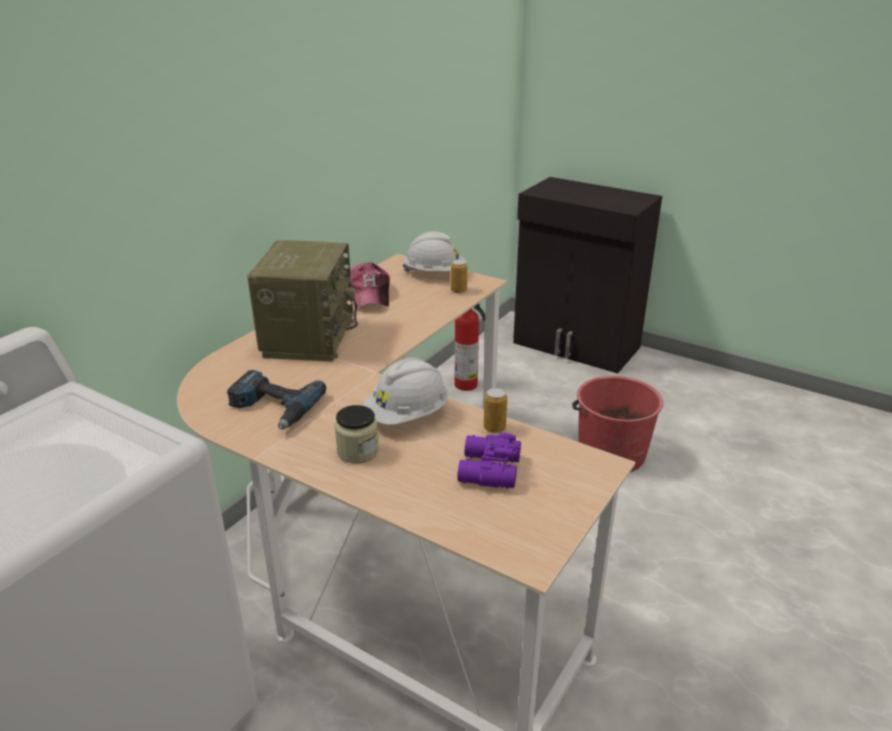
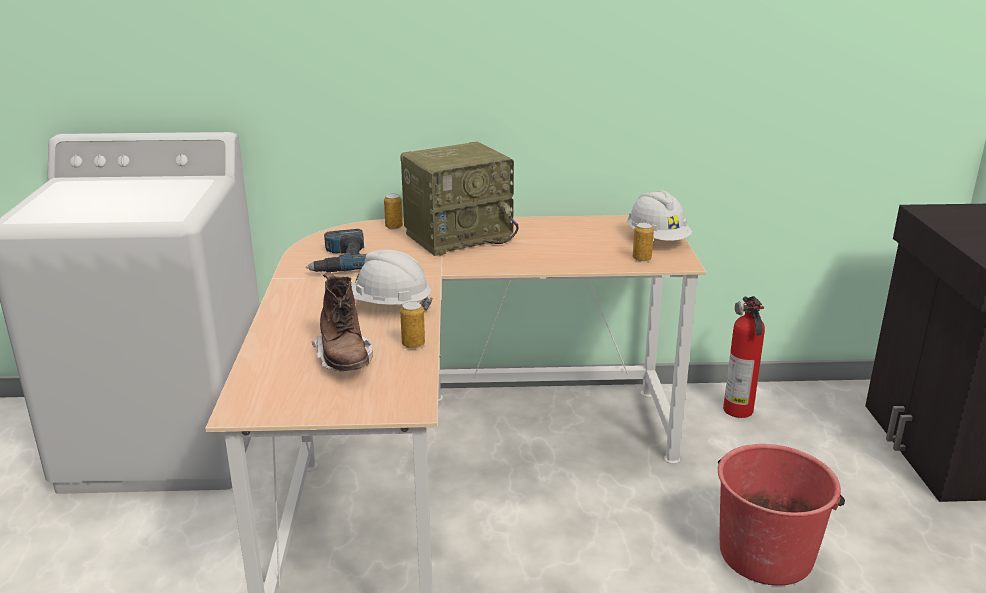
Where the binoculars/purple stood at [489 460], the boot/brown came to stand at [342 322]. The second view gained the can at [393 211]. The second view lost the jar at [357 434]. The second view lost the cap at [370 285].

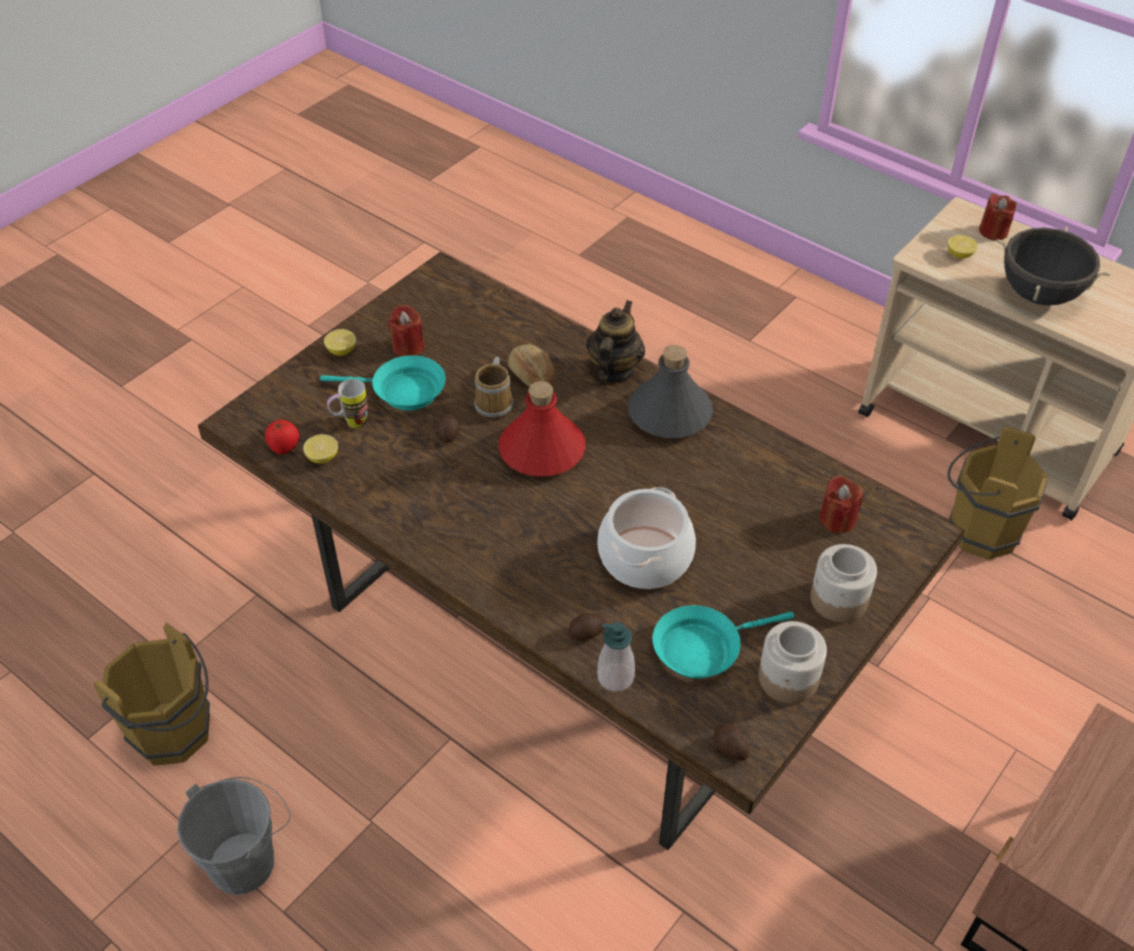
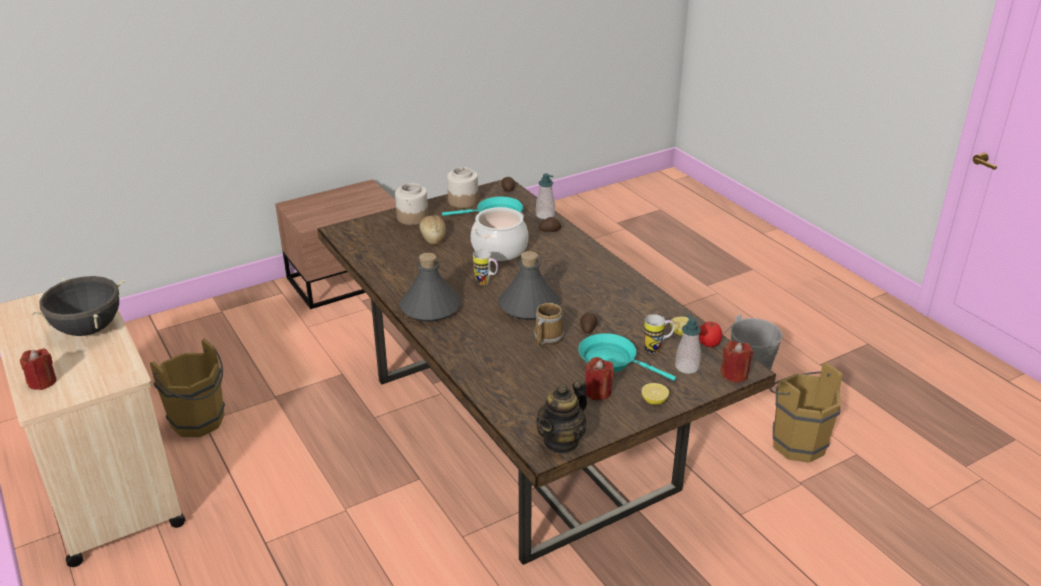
The bread ended up elsewhere, having gone from [532 365] to [432 230]. The second view gained the mug at [485 267]. What was the bottle/red at [542 428] turned into the bottle/grey at [529 285]. The teapot ended up elsewhere, having gone from [615 341] to [561 417]. The second view gained the soap dispenser at [688 344]. The candle/red ended up elsewhere, having gone from [841 504] to [736 362]. The second view lost the lemon at [962 247].

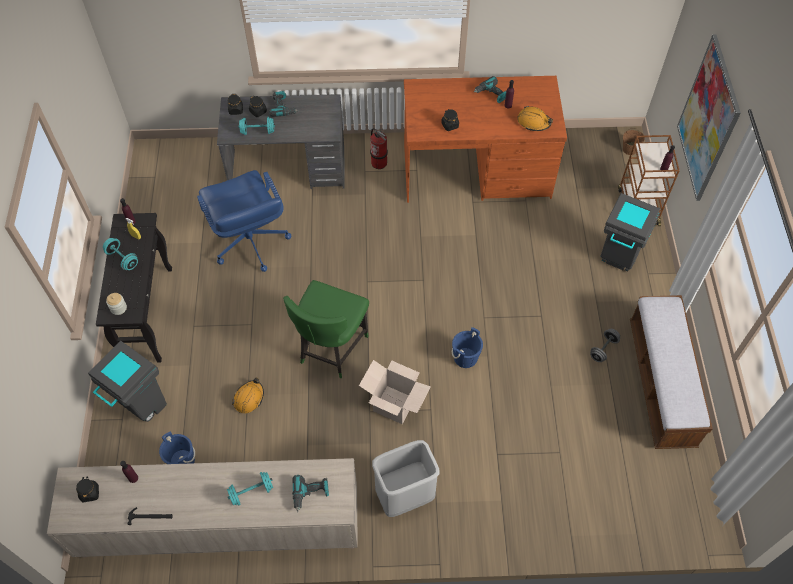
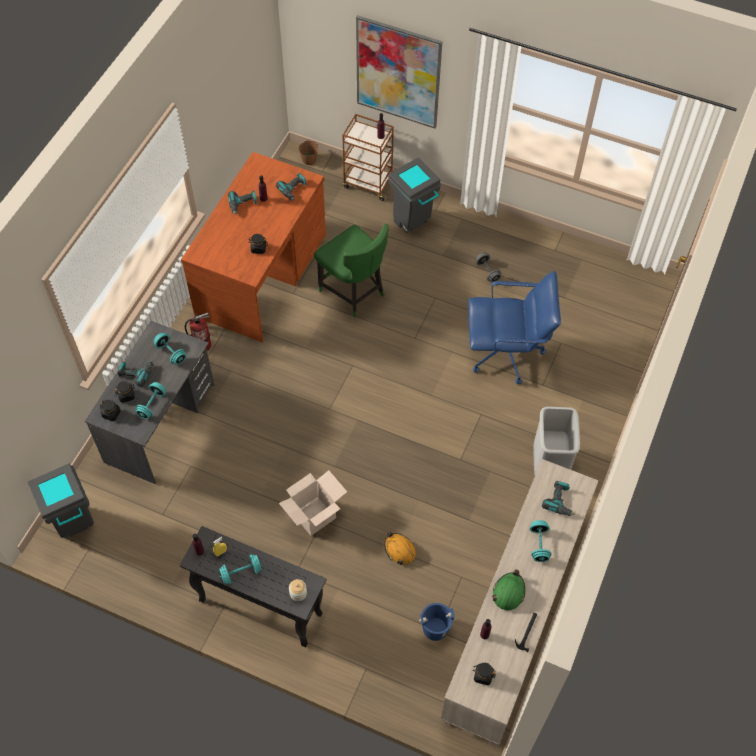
The trash can/grey ended up elsewhere, having gone from [127 381] to [61 500]. The second view gained the dumbbell/turquoise at [170 349]. Where the hard hat/orange stood at [535 118], the power drill came to stand at [291 187]. The cardboard box ended up elsewhere, having gone from [395 392] to [313 503]. The chair/green ended up elsewhere, having gone from [326 329] to [351 270]. The office chair/blue ended up elsewhere, having gone from [244 221] to [514 327]. The second view gained the hard hat/green at [508 589]. The second view lost the bucket/blue at [467 347]. The second view lost the bench at [671 372].

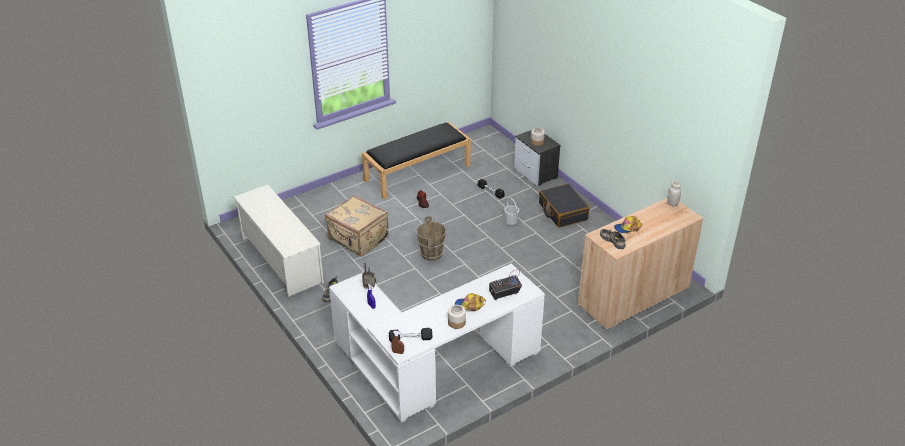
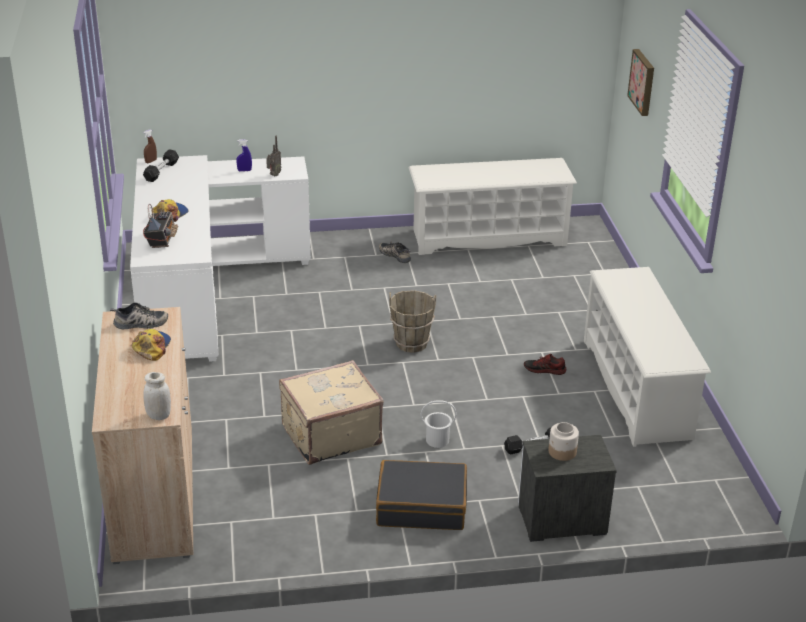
The suitcase/beige ended up elsewhere, having gone from [357 225] to [331 412]. Where the bench/black stood at [416 160], the shoe rack/white came to stand at [647 357]. The second view gained the picture at [640 82]. The second view lost the jar at [457 317].

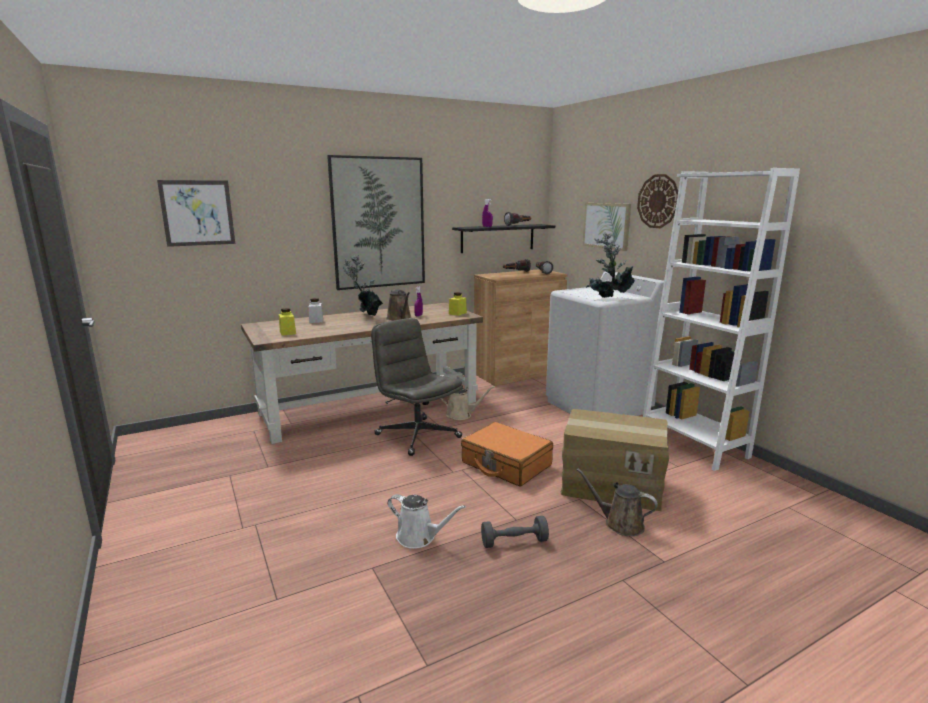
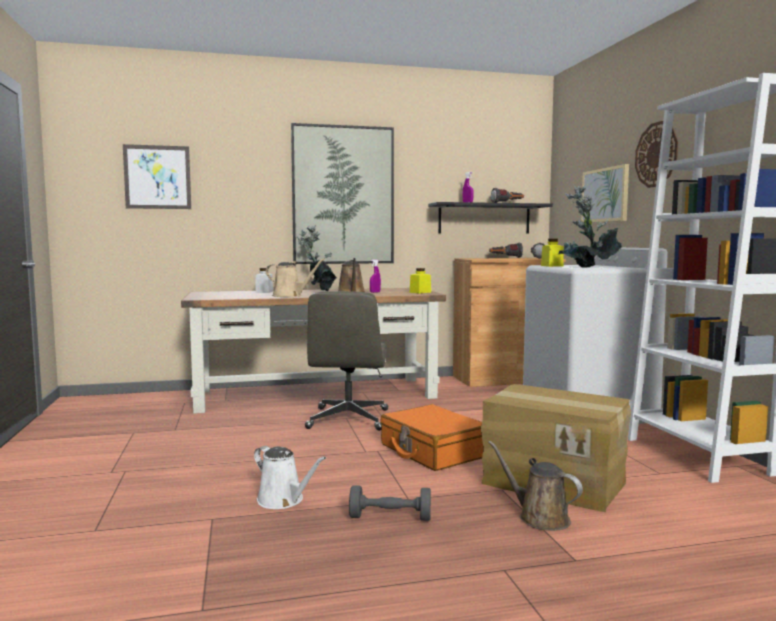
The watering can/beige ended up elsewhere, having gone from [467 403] to [295 277]. The office chair/grey at [417 387] ended up facing another way, 150 degrees counterclockwise from before. The jar/yellow ended up elsewhere, having gone from [287 322] to [552 253].

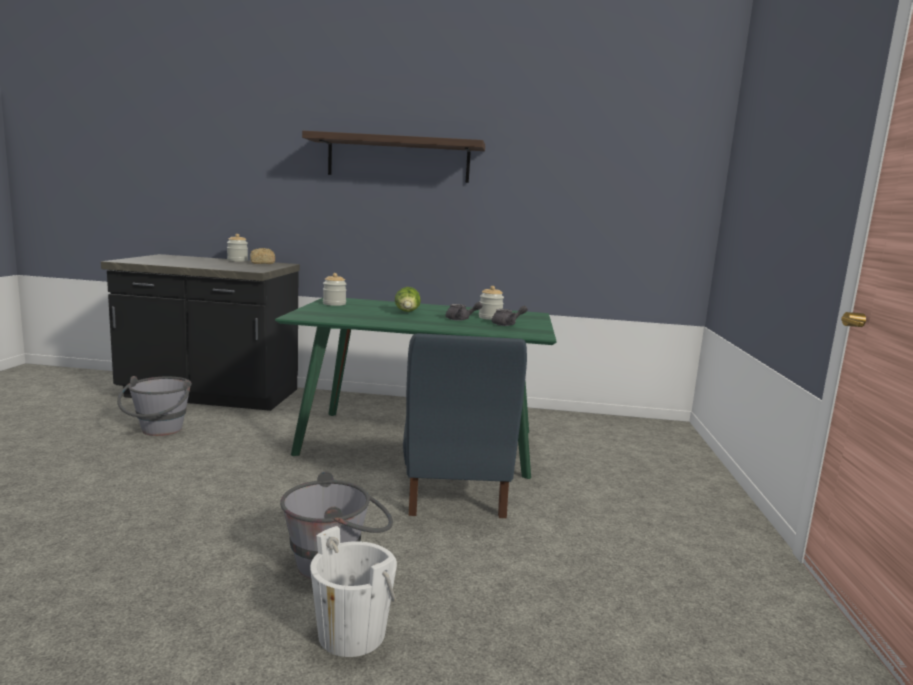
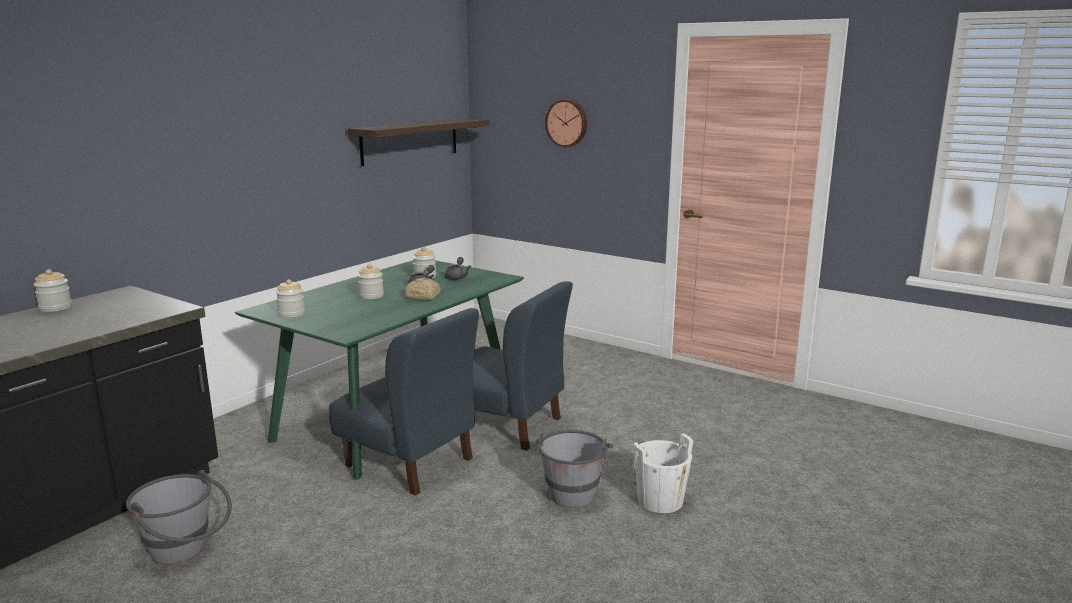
The second view gained the chair/blue at [404 402]. The shelf ended up elsewhere, having gone from [393 157] to [419 142]. Where the lettuce stood at [408 299], the jar came to stand at [371 281]. The bread ended up elsewhere, having gone from [262 256] to [423 289]. The second view gained the wall clock at [566 123].

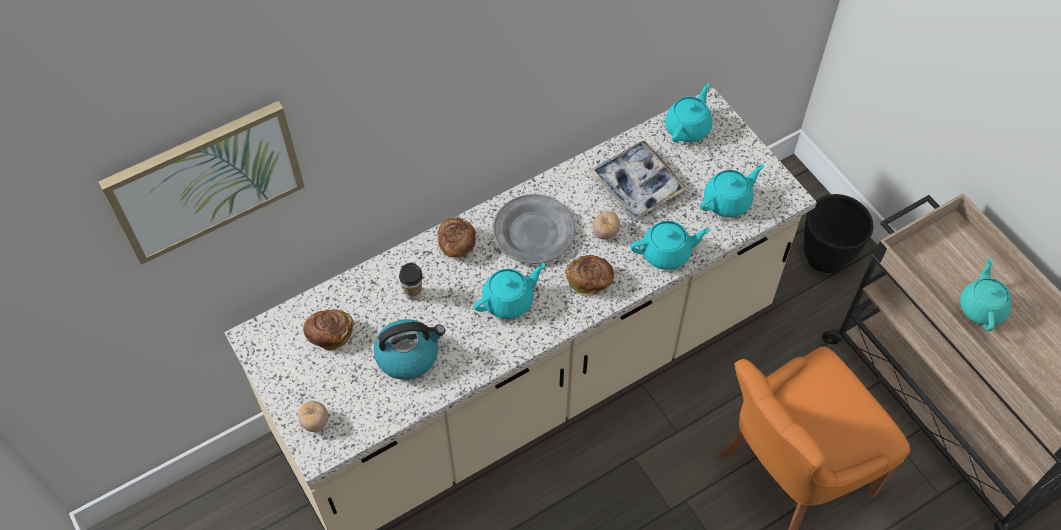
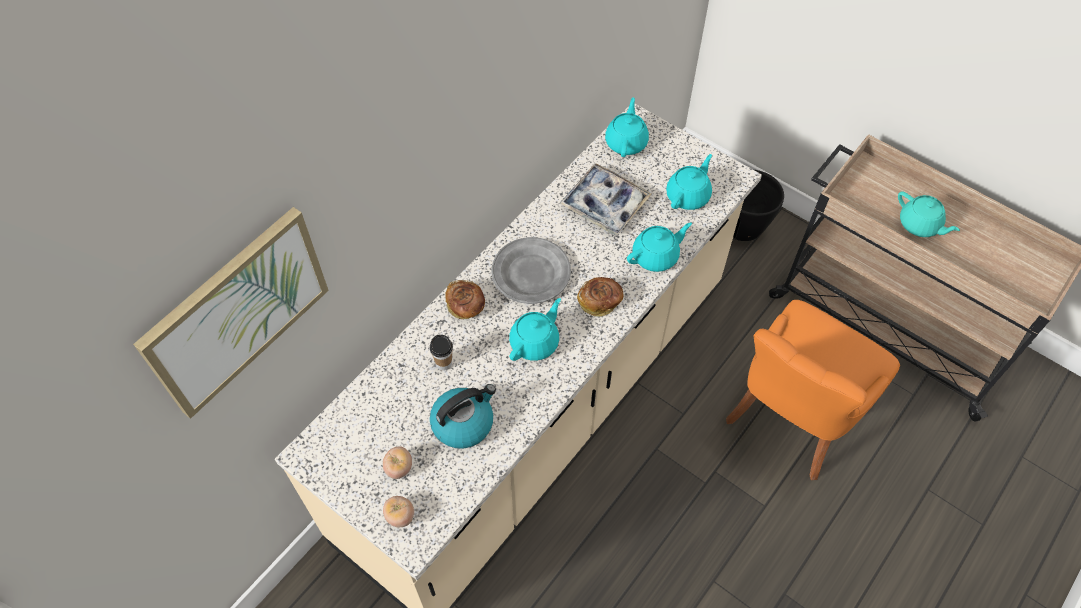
The tomato ended up elsewhere, having gone from [606 225] to [397 462]. The teapot/turquoise at [985 294] ended up facing another way, 150 degrees clockwise from before. The second view lost the bread at [328 330].

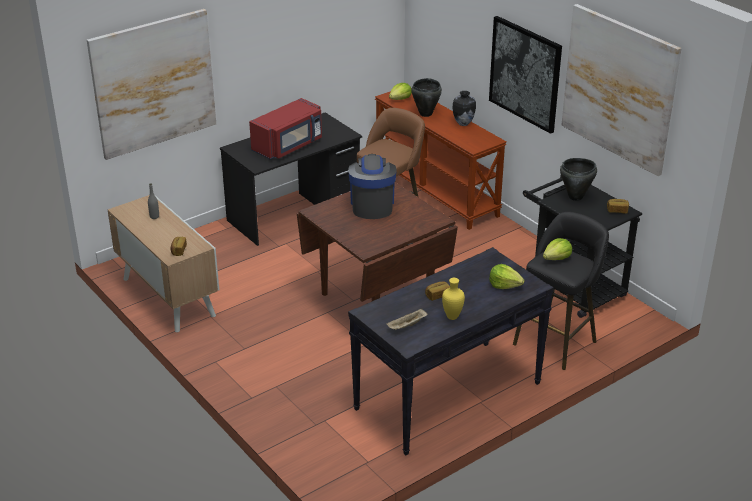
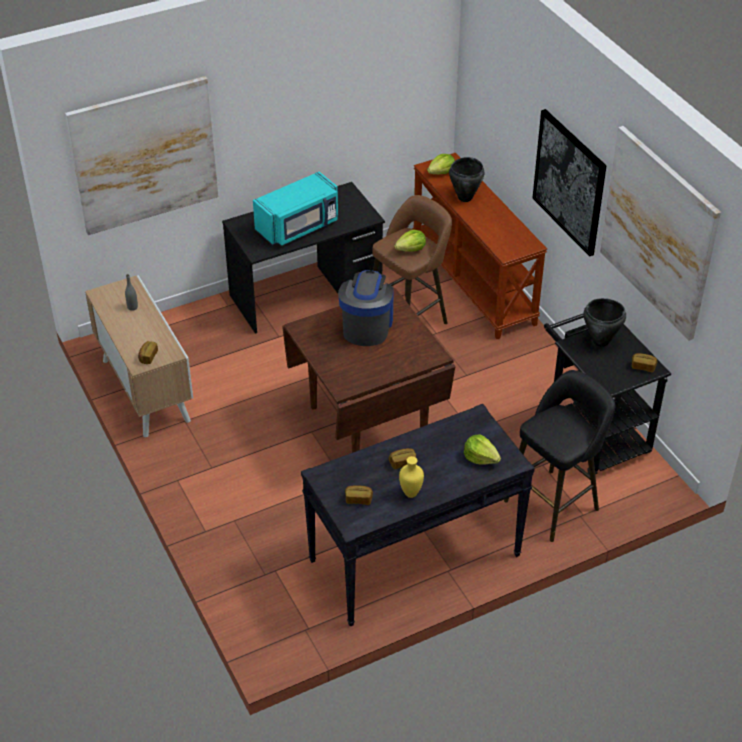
What was the microwave/red at [285 129] turned into the microwave/turquoise at [295 208]. Where the tray/beige stood at [407 319], the bread came to stand at [359 495]. The lettuce ended up elsewhere, having gone from [557 249] to [410 241]. The second view lost the vase at [464 108].

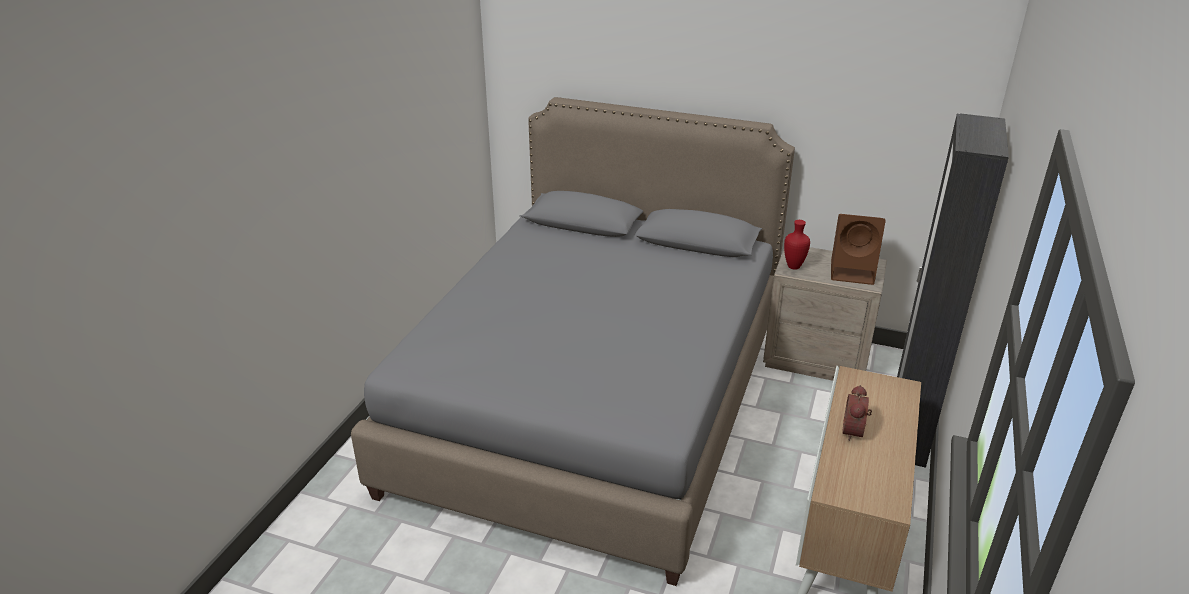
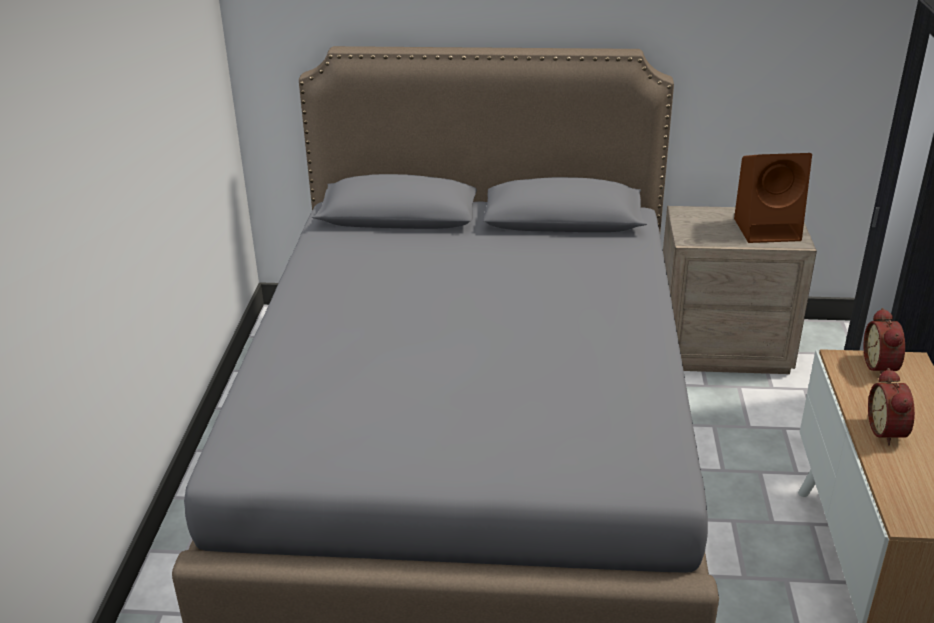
The second view gained the alarm clock at [884 341]. The second view lost the vase/red at [797 245].

